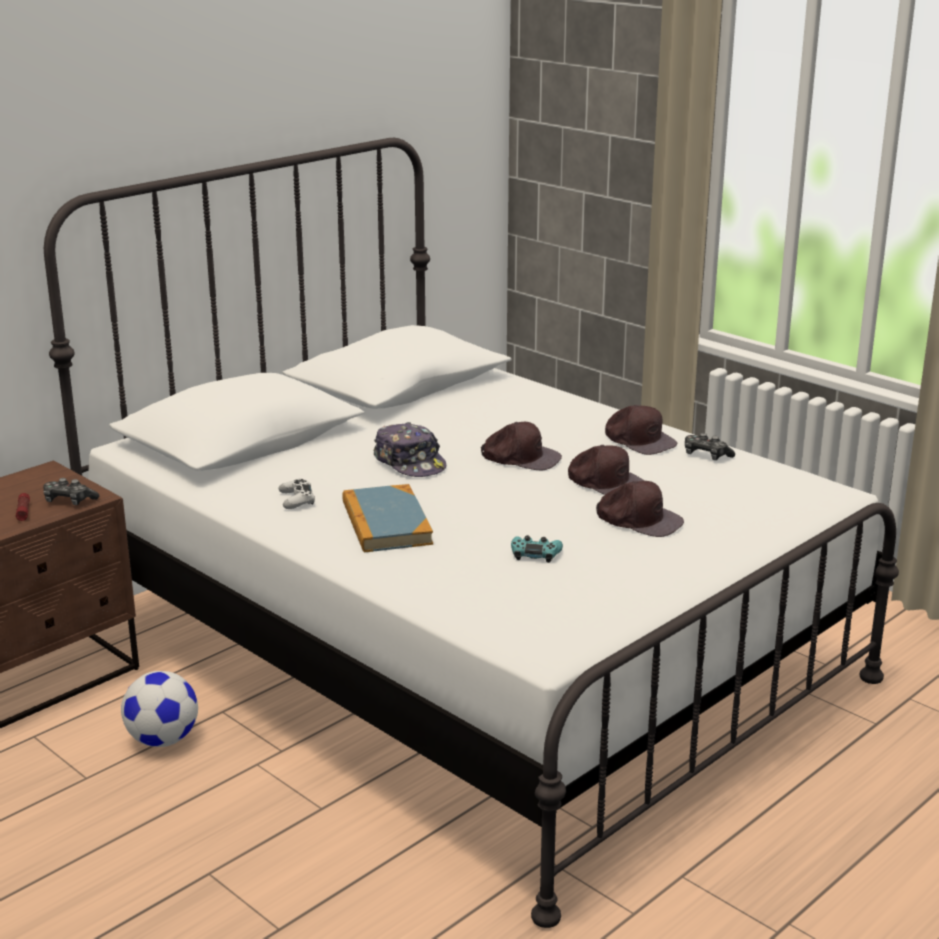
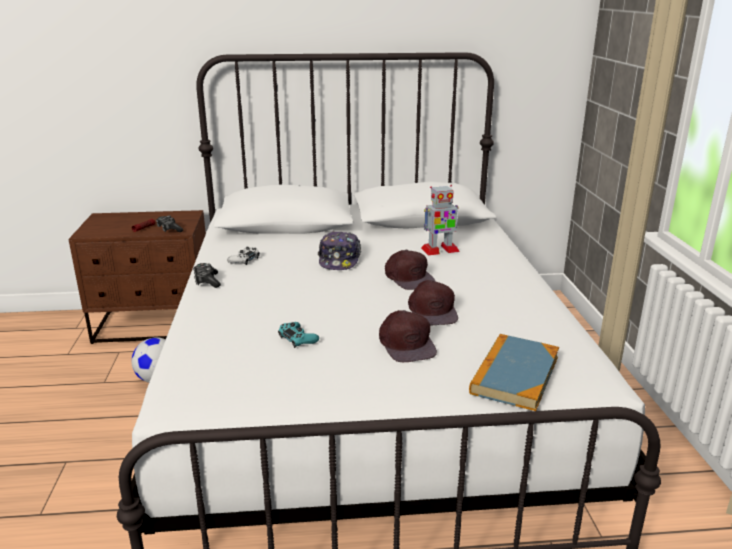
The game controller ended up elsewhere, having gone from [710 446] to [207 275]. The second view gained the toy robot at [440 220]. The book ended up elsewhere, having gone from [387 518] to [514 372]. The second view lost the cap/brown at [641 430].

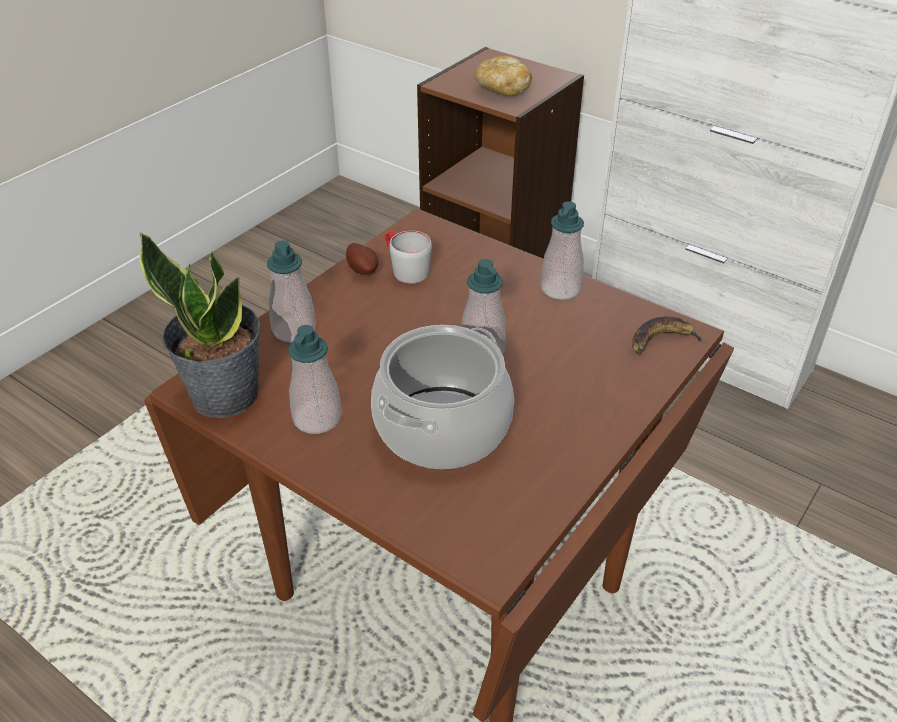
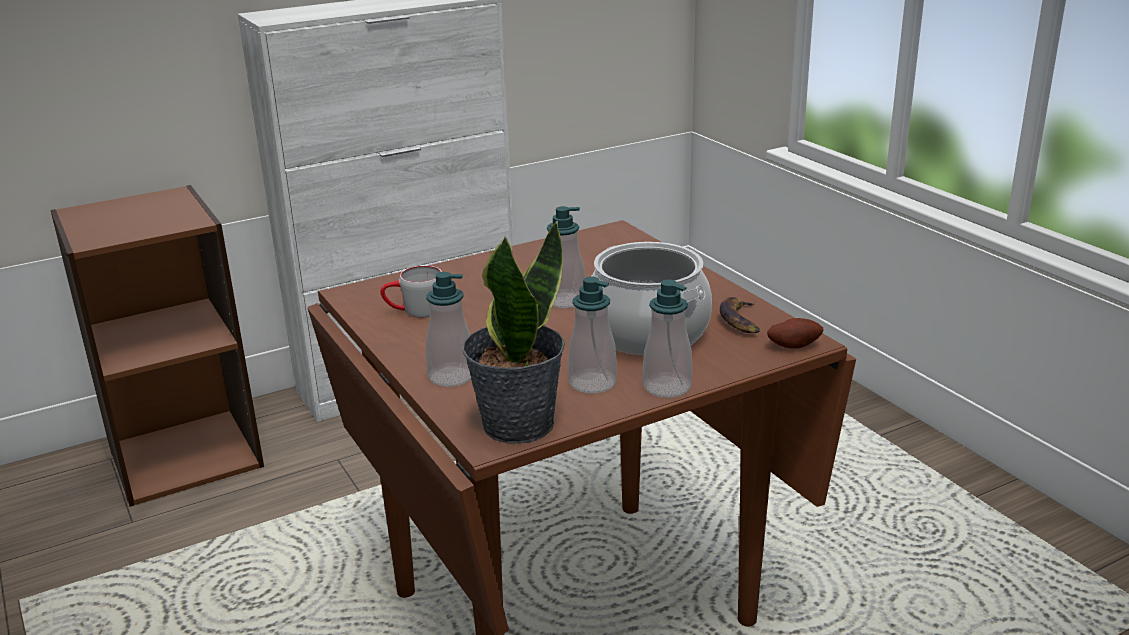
The soap dispenser ended up elsewhere, having gone from [562 250] to [667 339]. The banana ended up elsewhere, having gone from [669 335] to [740 315]. The potato ended up elsewhere, having gone from [362 258] to [795 333]. The second view lost the bread at [503 76].

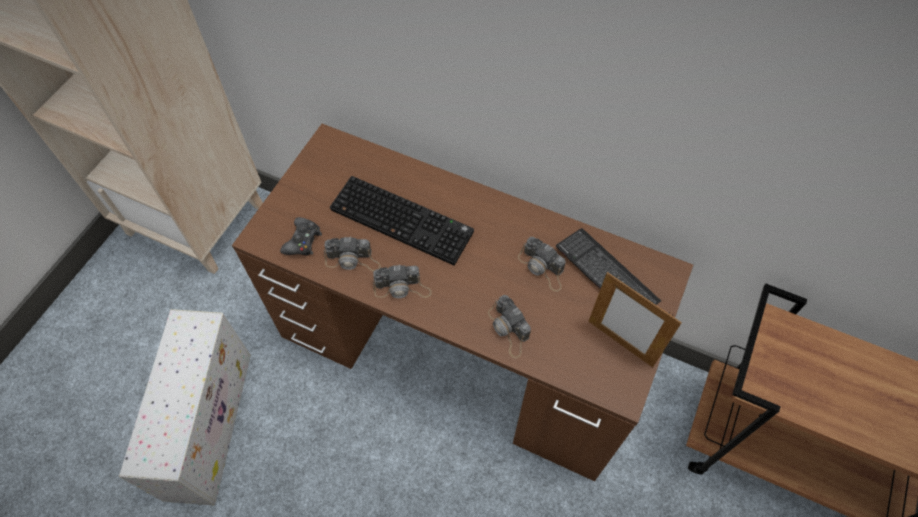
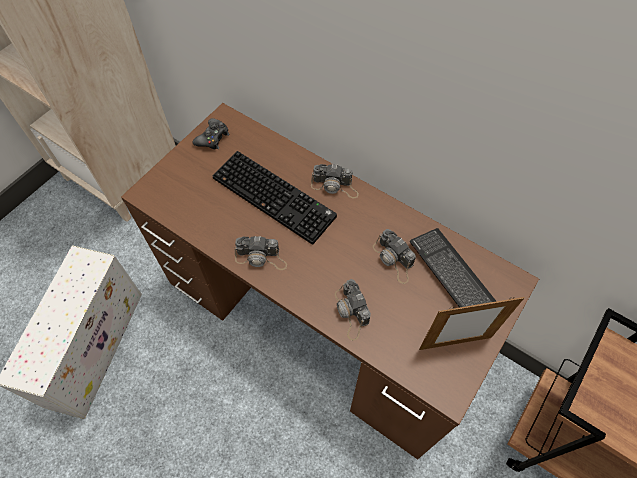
The game controller/black ended up elsewhere, having gone from [301 236] to [211 133]. The photo camera ended up elsewhere, having gone from [352 254] to [335 181]. The picture frame at [635 319] ended up facing another way, 60 degrees counterclockwise from before.

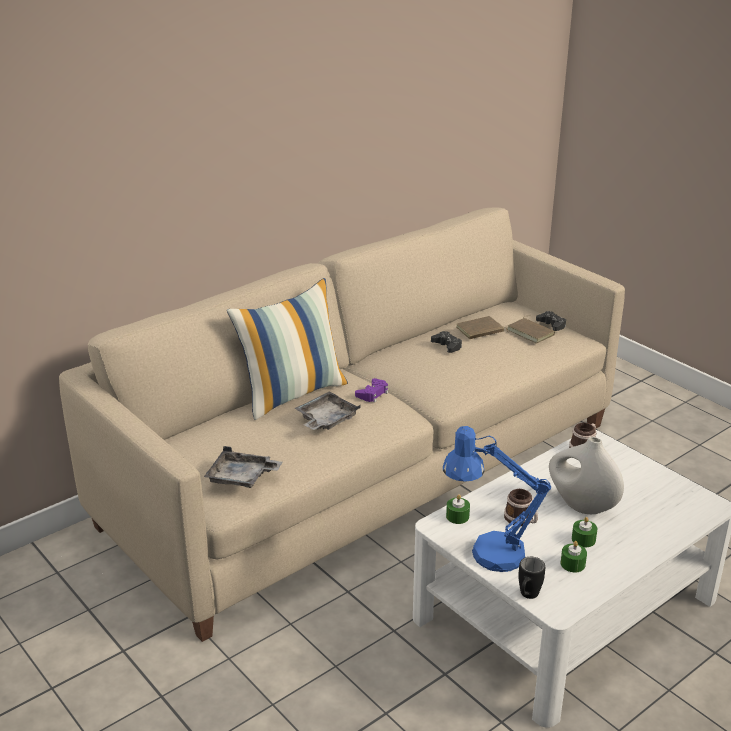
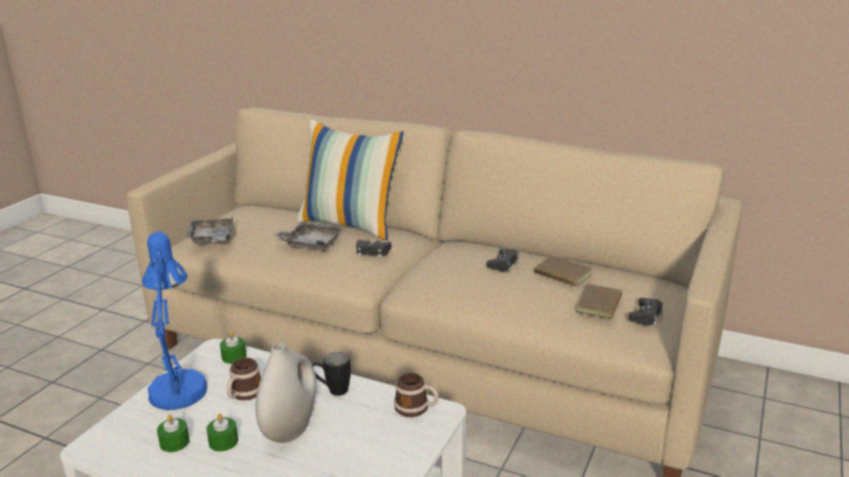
The mug/black ended up elsewhere, having gone from [531 578] to [331 374]. What was the game controller/purple at [371 390] turned into the game controller/black at [373 248].

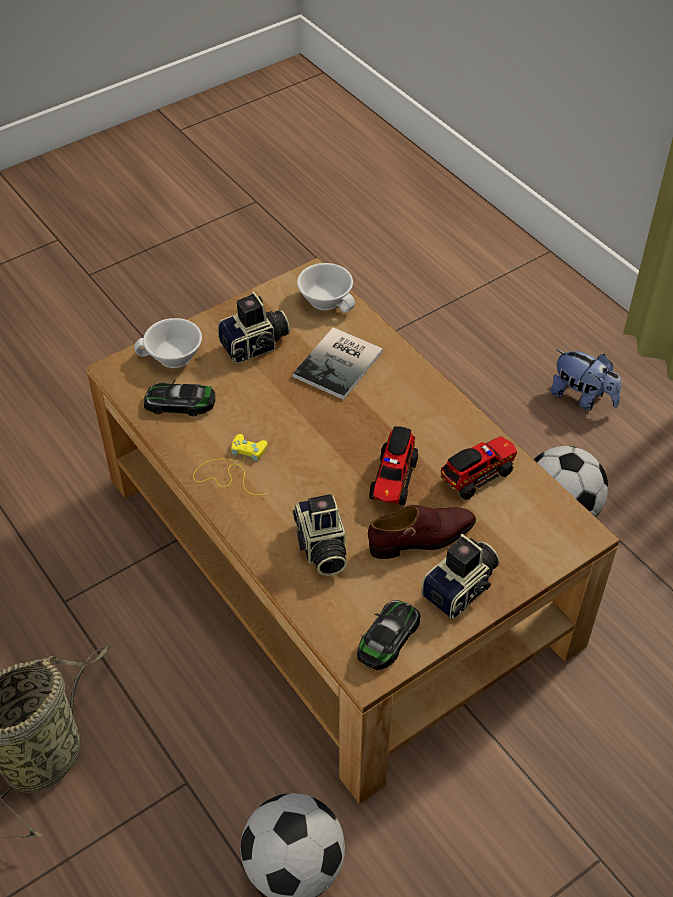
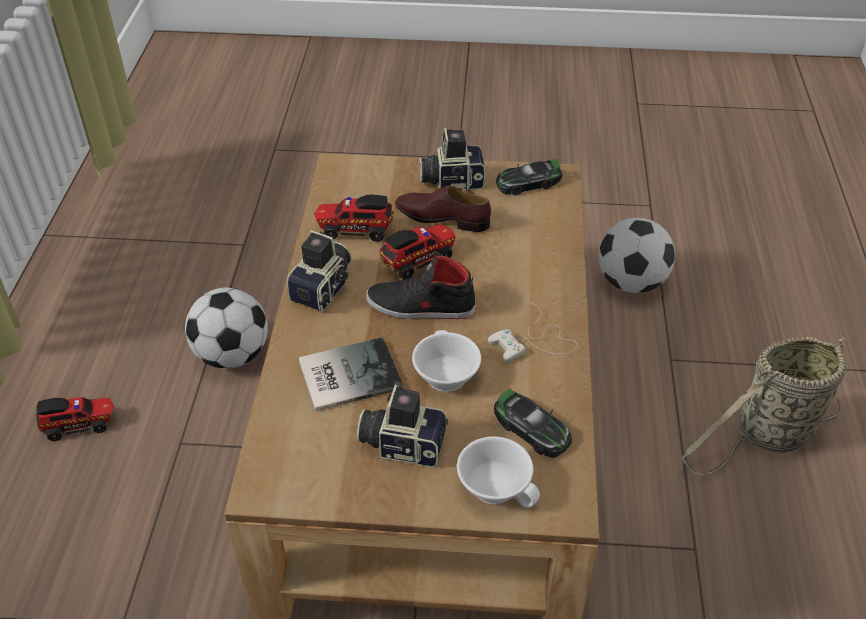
Where the plush toy stood at [586 380], the toy truck came to stand at [75 419]. The photo camera ended up elsewhere, having gone from [320 535] to [319 271]. The second view gained the shoe/black at [421 285]. The cup/white ended up elsewhere, having gone from [326 288] to [446 361]. What was the game controller/yellow at [230 464] turned into the game controller/white at [533 331].

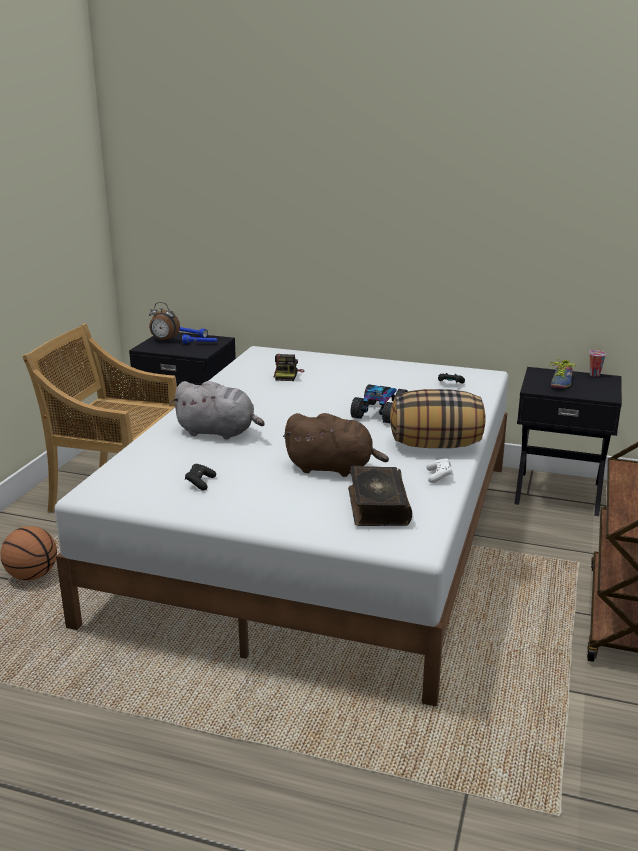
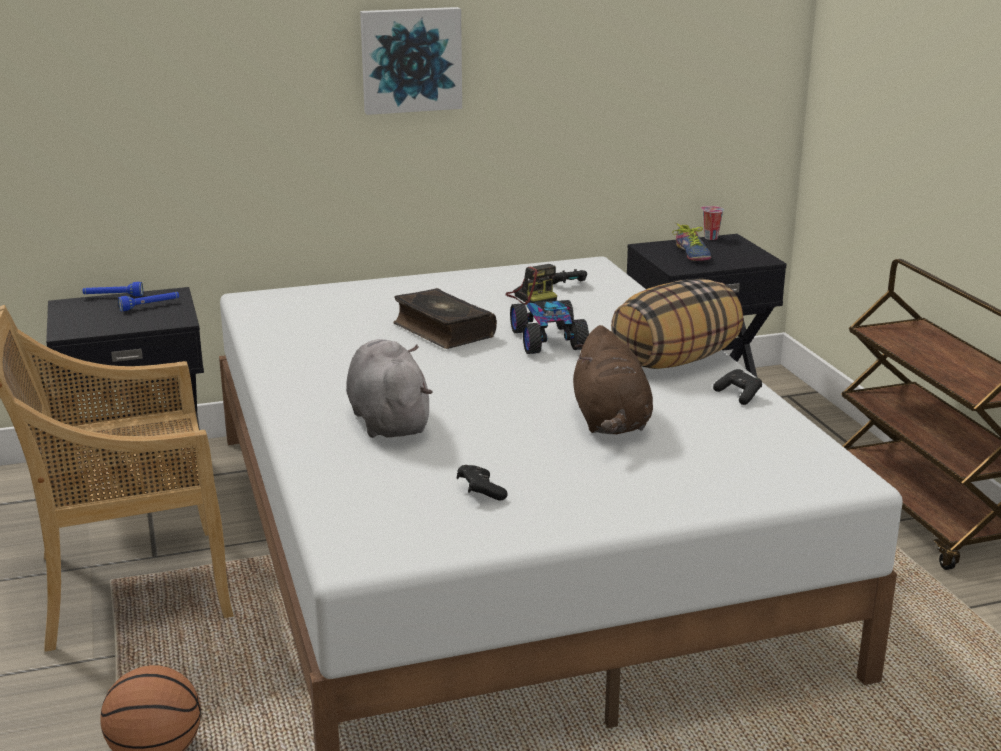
The plush toy/grey at [218 410] ended up facing another way, 90 degrees counterclockwise from before. The second view gained the picture at [411 61]. The book ended up elsewhere, having gone from [380 496] to [445 318]. The photo camera ended up elsewhere, having gone from [289 367] to [531 284]. The plush toy/brown at [336 445] ended up facing another way, 105 degrees clockwise from before. What was the game controller/white at [439 470] turned into the game controller/black at [737 387]. The second view lost the alarm clock at [164 321].

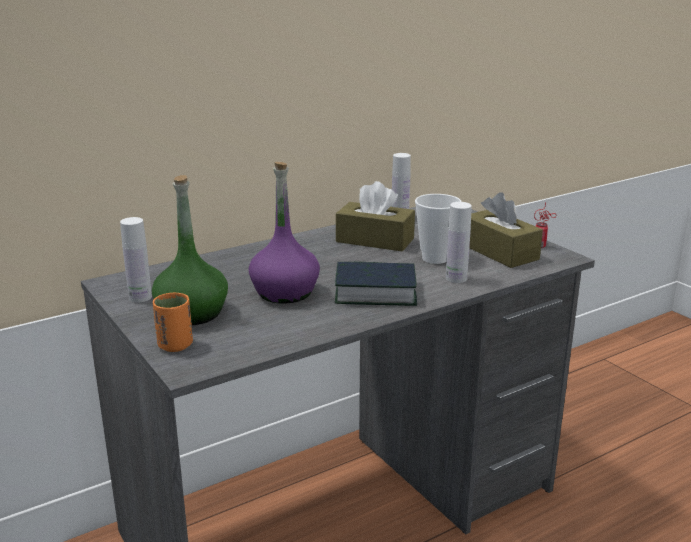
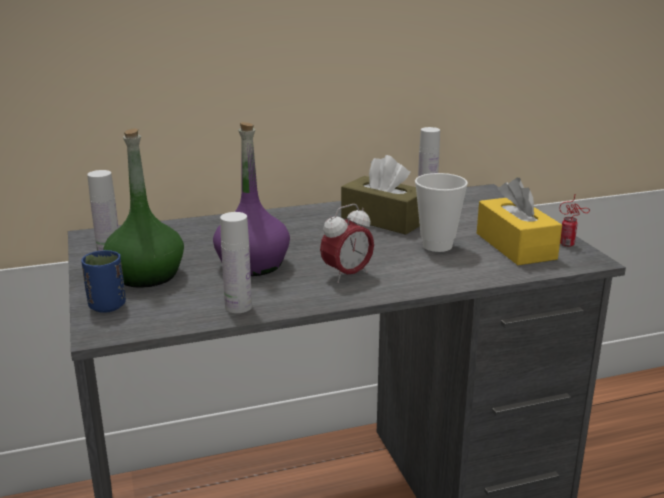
What was the cup/orange at [173 322] turned into the cup/blue at [103 281]. The bottle/white ended up elsewhere, having gone from [459 242] to [236 262]. Where the book stood at [376 284], the alarm clock came to stand at [347 243]. What was the tissue box/brown at [506 230] turned into the tissue box/yellow at [519 221].

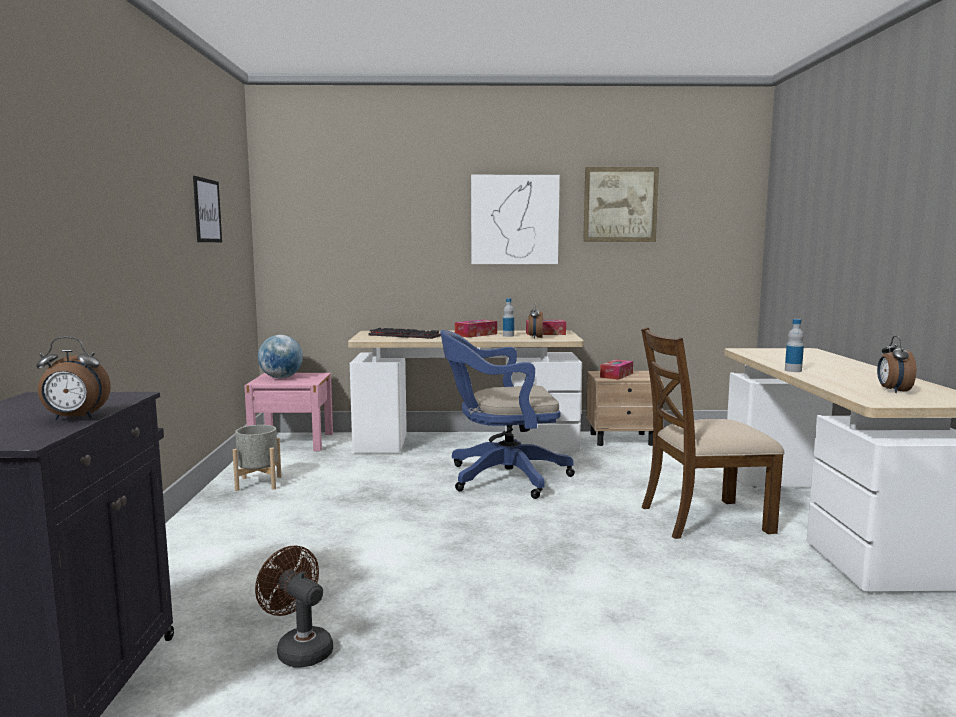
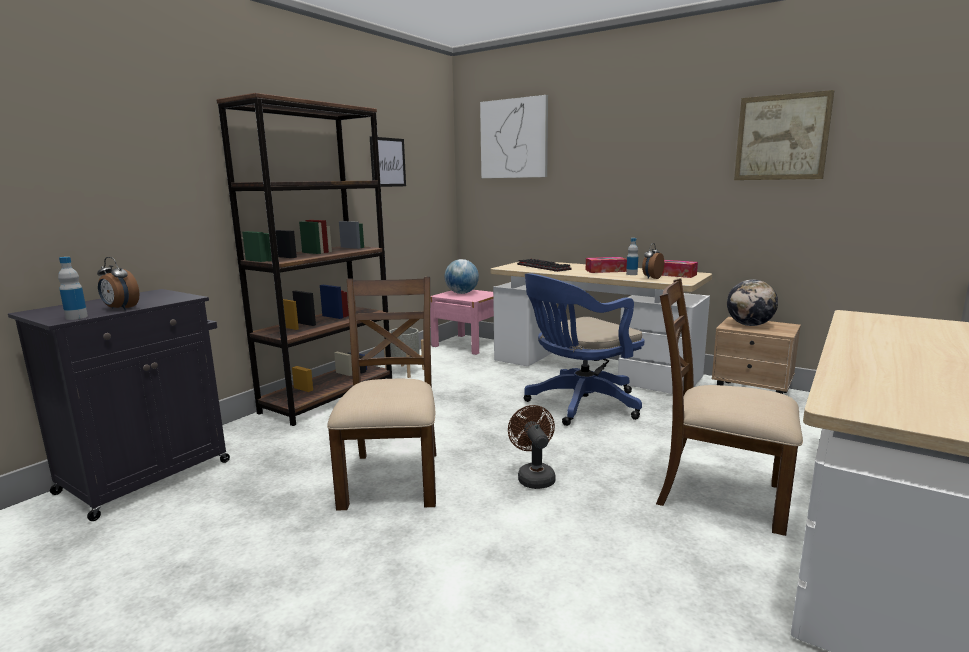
The bottle ended up elsewhere, having gone from [794 345] to [73 288]. The second view gained the bookcase/brown at [304 259]. The second view gained the chair/brown at [381 394]. The picture ended up elsewhere, having gone from [515 219] to [514 136]. The fan/brown ended up elsewhere, having gone from [294 607] to [532 447]. The office chair/blue at [507 414] ended up facing another way, 60 degrees counterclockwise from before. Where the tissue box stood at [616 369], the globe came to stand at [752 302]. The second view lost the alarm clock at [896 364].

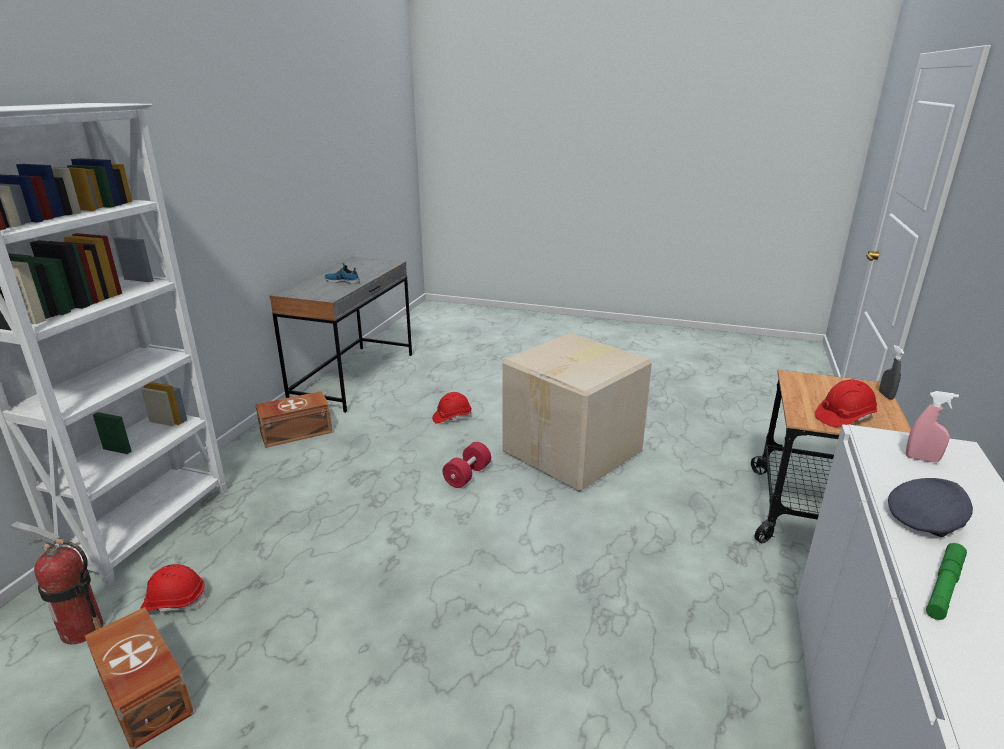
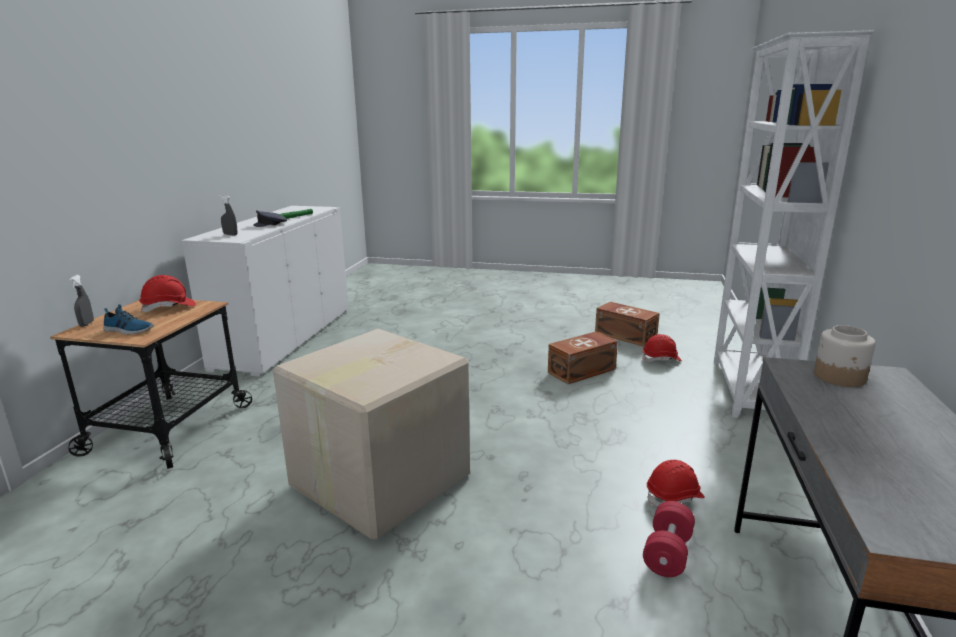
The shoe ended up elsewhere, having gone from [342 273] to [128 319]. What was the spray bottle/pink at [932 426] turned into the spray bottle/grey at [228 215]. The storage box/brown ended up elsewhere, having gone from [293 419] to [583 357]. The dumbbell/red ended up elsewhere, having gone from [467 465] to [669 539]. The hard hat/red ended up elsewhere, having gone from [452 408] to [676 483]. The second view gained the jar at [845 356]. The second view lost the fire extinguisher at [57 582].

